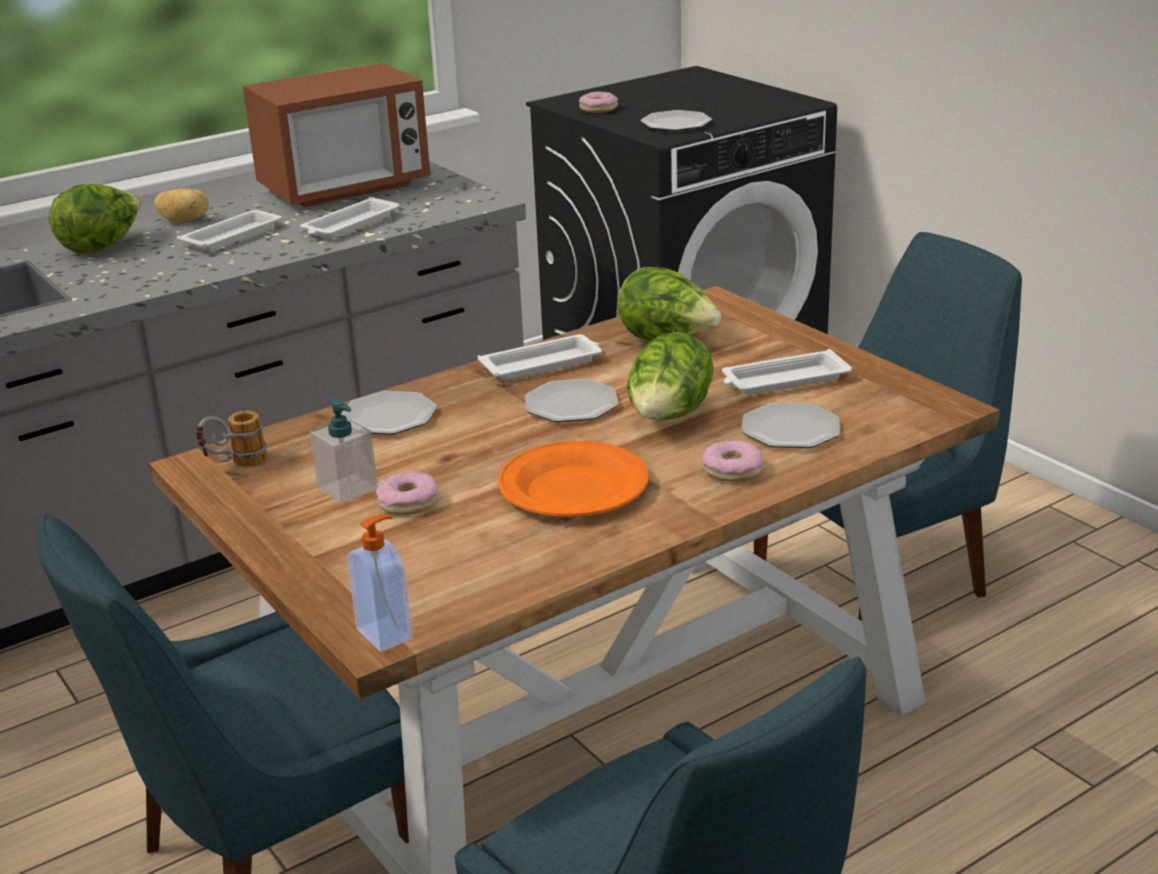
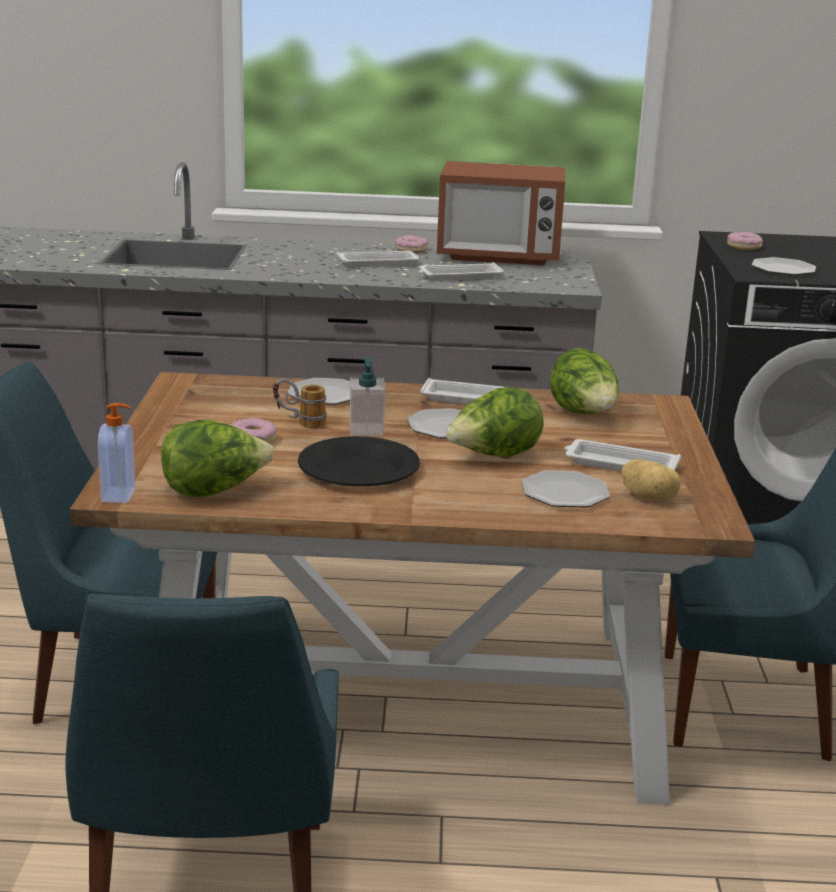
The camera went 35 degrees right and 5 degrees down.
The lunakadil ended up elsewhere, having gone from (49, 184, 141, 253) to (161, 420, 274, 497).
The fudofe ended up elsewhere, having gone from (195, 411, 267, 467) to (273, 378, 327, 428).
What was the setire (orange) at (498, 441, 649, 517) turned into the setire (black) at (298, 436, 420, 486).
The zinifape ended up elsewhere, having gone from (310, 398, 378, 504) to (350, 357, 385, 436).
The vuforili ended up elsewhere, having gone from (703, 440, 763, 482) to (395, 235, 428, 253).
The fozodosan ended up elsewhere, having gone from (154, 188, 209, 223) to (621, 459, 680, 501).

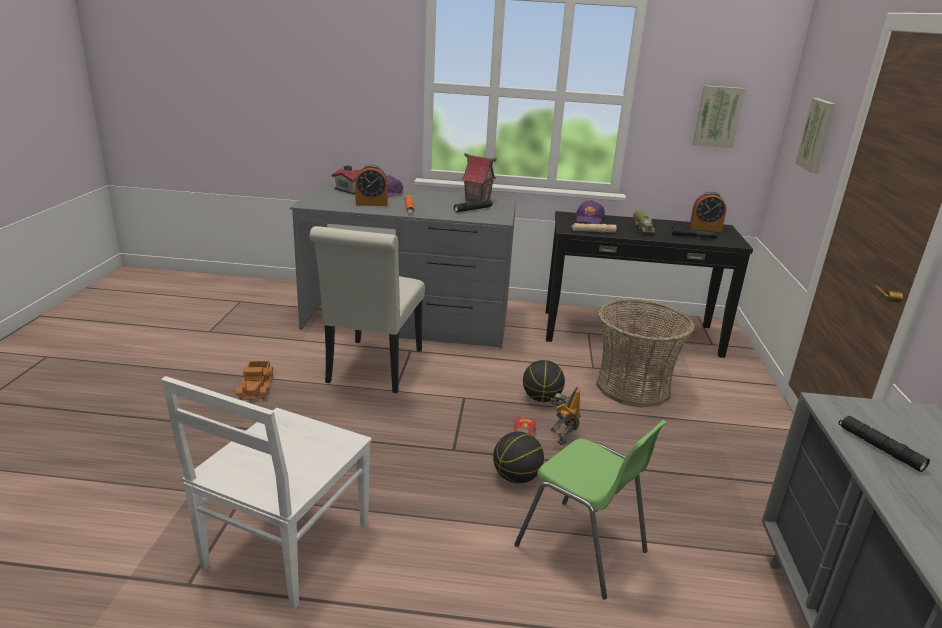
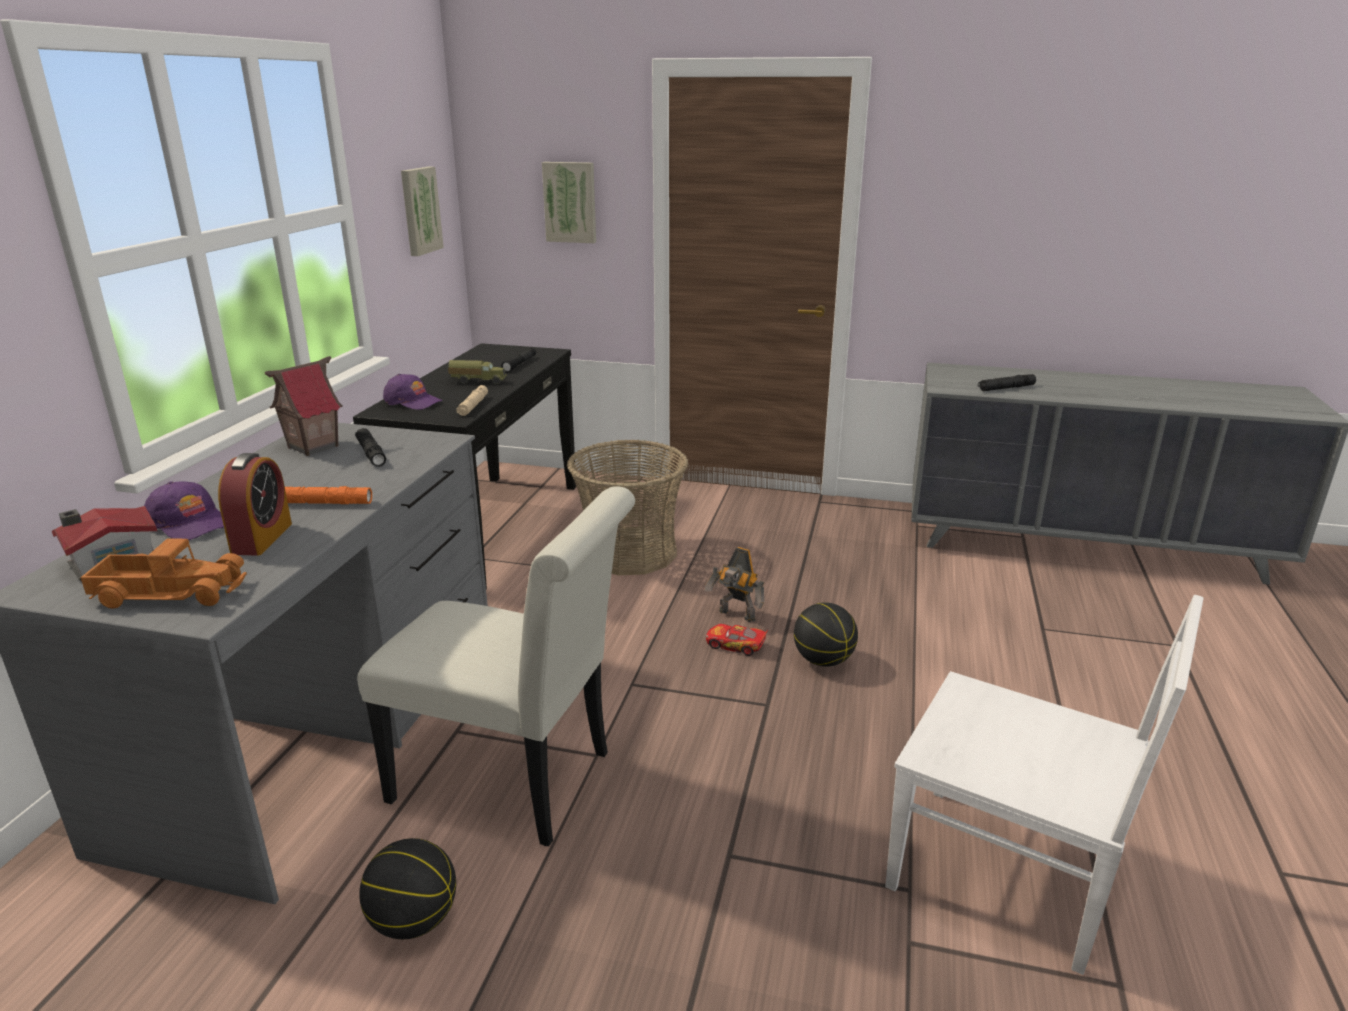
The camera went 80 degrees left and 0 degrees up.
The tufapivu ended up elsewhere, having gone from (236, 361, 273, 400) to (81, 539, 247, 609).
The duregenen ended up elsewhere, having gone from (523, 360, 565, 402) to (359, 838, 456, 939).
The second view lost the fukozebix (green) at (514, 420, 667, 600).
The second view lost the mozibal at (690, 192, 726, 232).

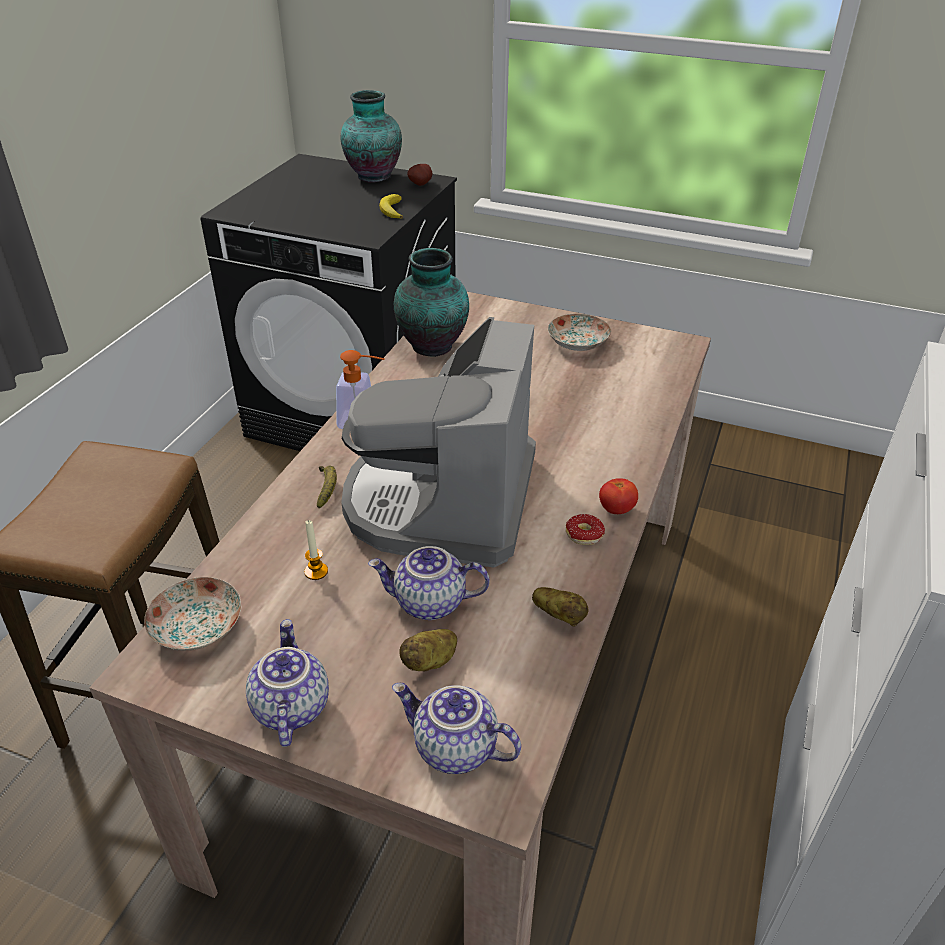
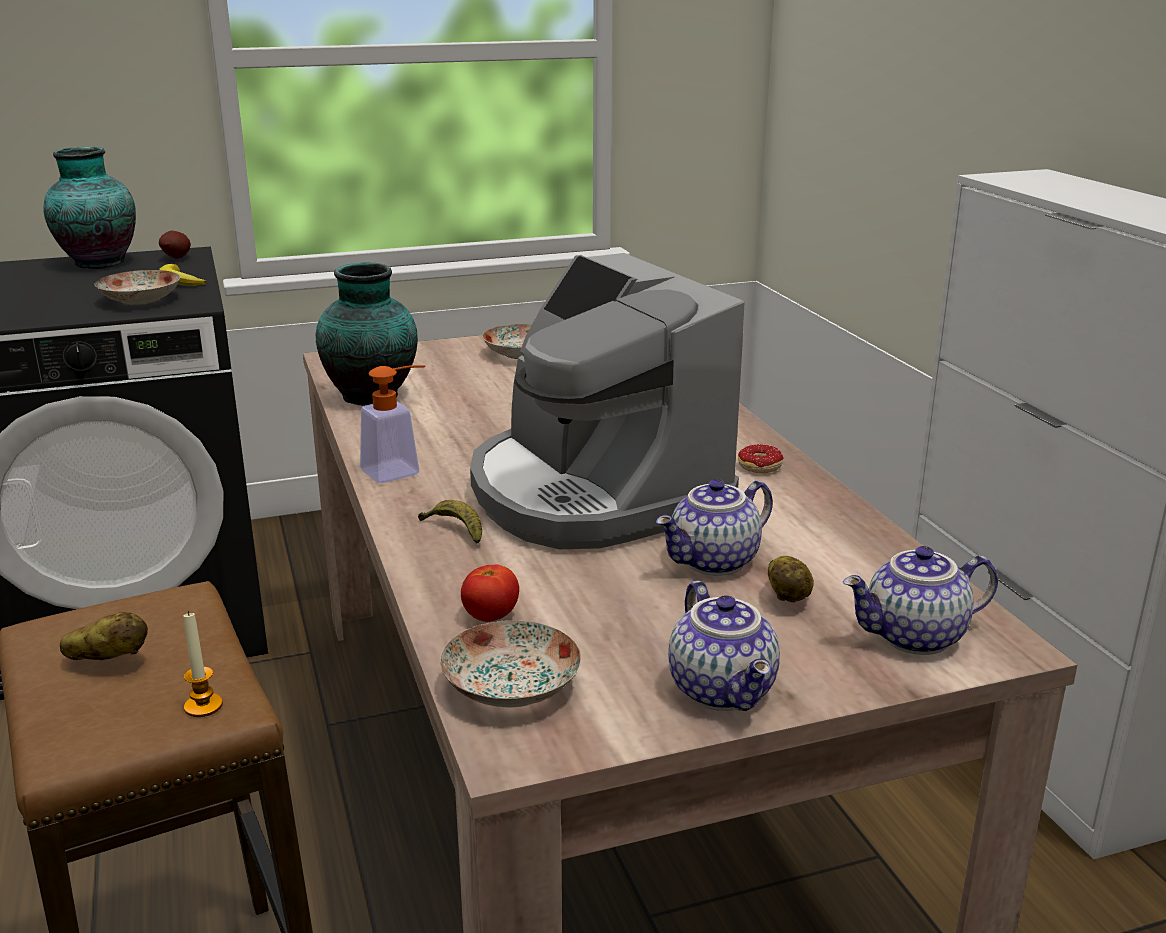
The camera went 40 degrees left and 15 degrees down.
The fozodosan ended up elsewhere, having gone from (532, 587, 588, 627) to (60, 612, 148, 660).
The second view gained the setire at (95, 270, 180, 305).
The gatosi ended up elsewhere, having gone from (304, 520, 328, 580) to (183, 611, 223, 717).
The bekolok ended up elsewhere, having gone from (599, 478, 638, 514) to (461, 564, 519, 622).
The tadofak at (246, 619, 329, 747) ended up facing another way, 150 degrees counterclockwise from before.

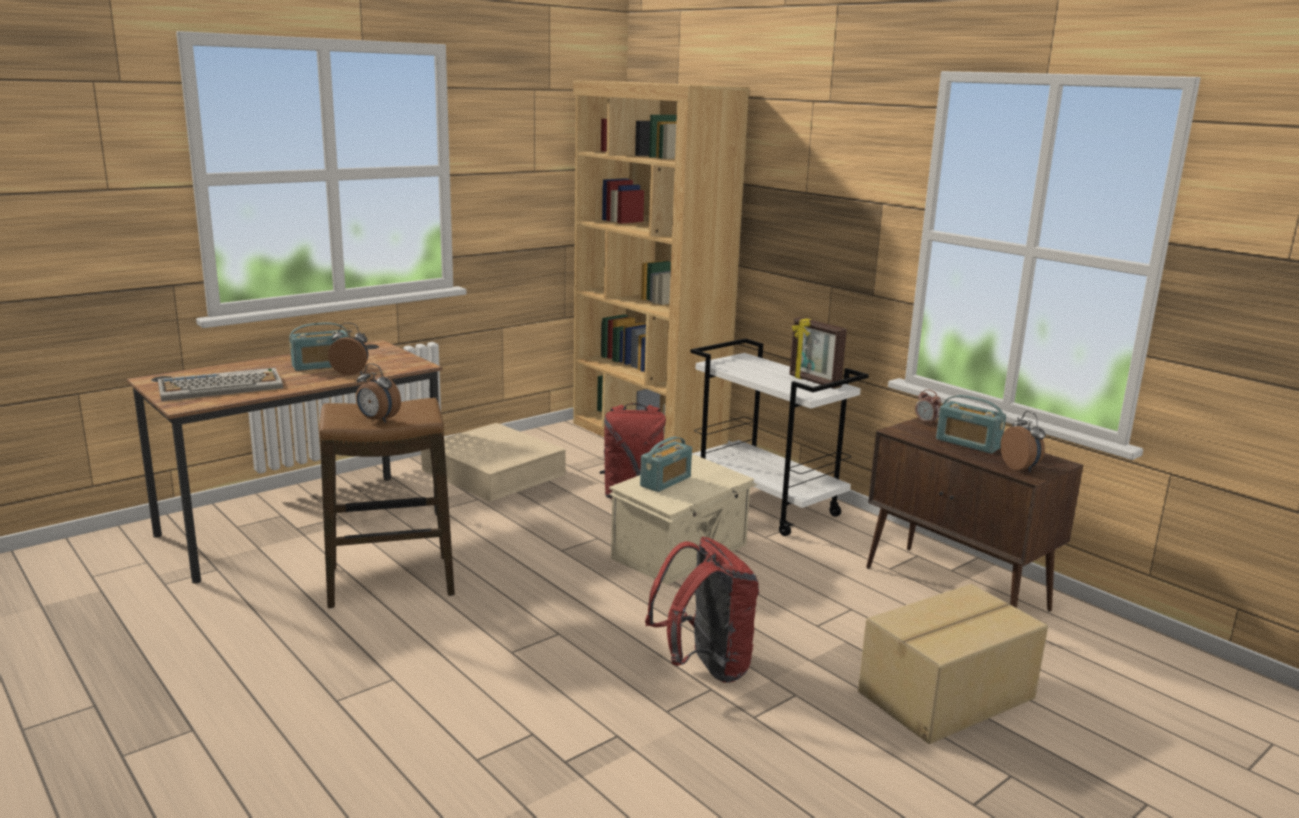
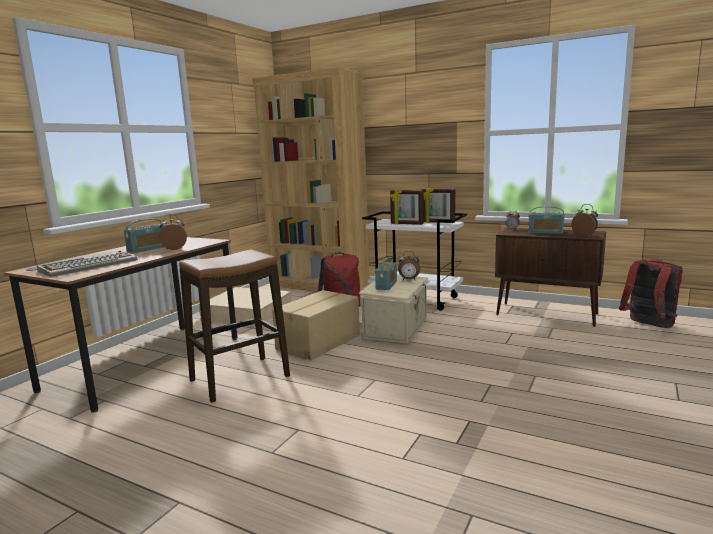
The camera went 20 degrees left and 5 degrees down.
The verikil ended up elsewhere, having gone from (858, 584, 1048, 744) to (272, 290, 360, 360).
The second view gained the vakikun at (390, 189, 424, 225).
The mozibal ended up elsewhere, having gone from (356, 363, 401, 423) to (398, 251, 420, 280).
The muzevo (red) ended up elsewhere, having gone from (645, 537, 759, 683) to (619, 259, 683, 328).

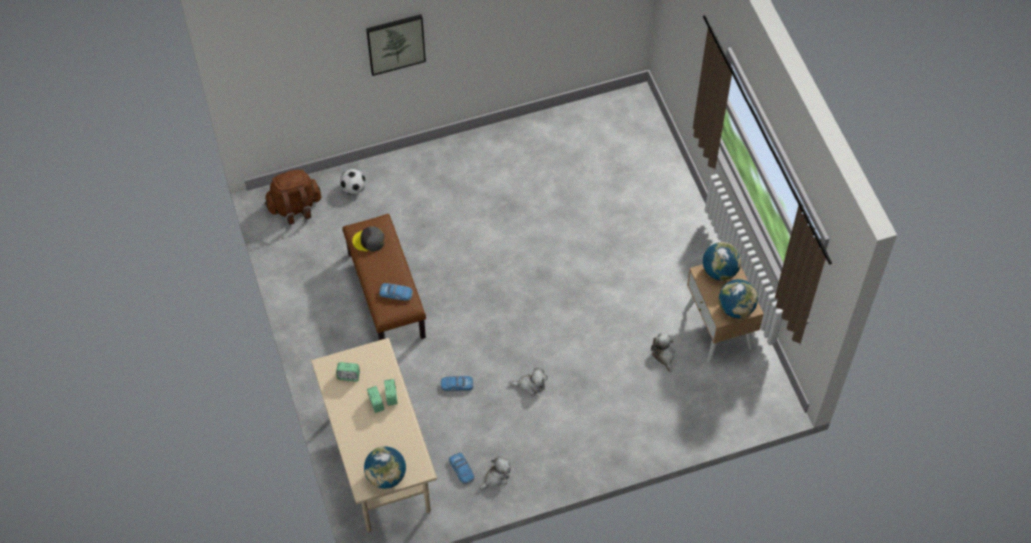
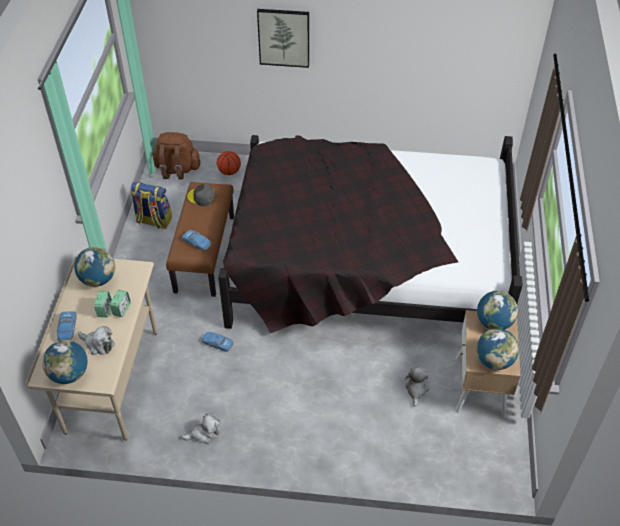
The camera went 25 degrees right and 10 degrees down.
The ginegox ended up elsewhere, having gone from (449, 453, 474, 484) to (57, 311, 77, 341).
Where the mozibal stood at (336, 362, 360, 382), the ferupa came to stand at (74, 247, 115, 287).
The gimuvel ended up elsewhere, having gone from (509, 368, 548, 396) to (78, 326, 115, 355).
The second view gained the muzevo at (131, 182, 172, 229).
Where the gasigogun stood at (340, 169, 366, 195), the duregenen came to stand at (217, 151, 241, 175).
The second view gained the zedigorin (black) at (218, 135, 523, 333).

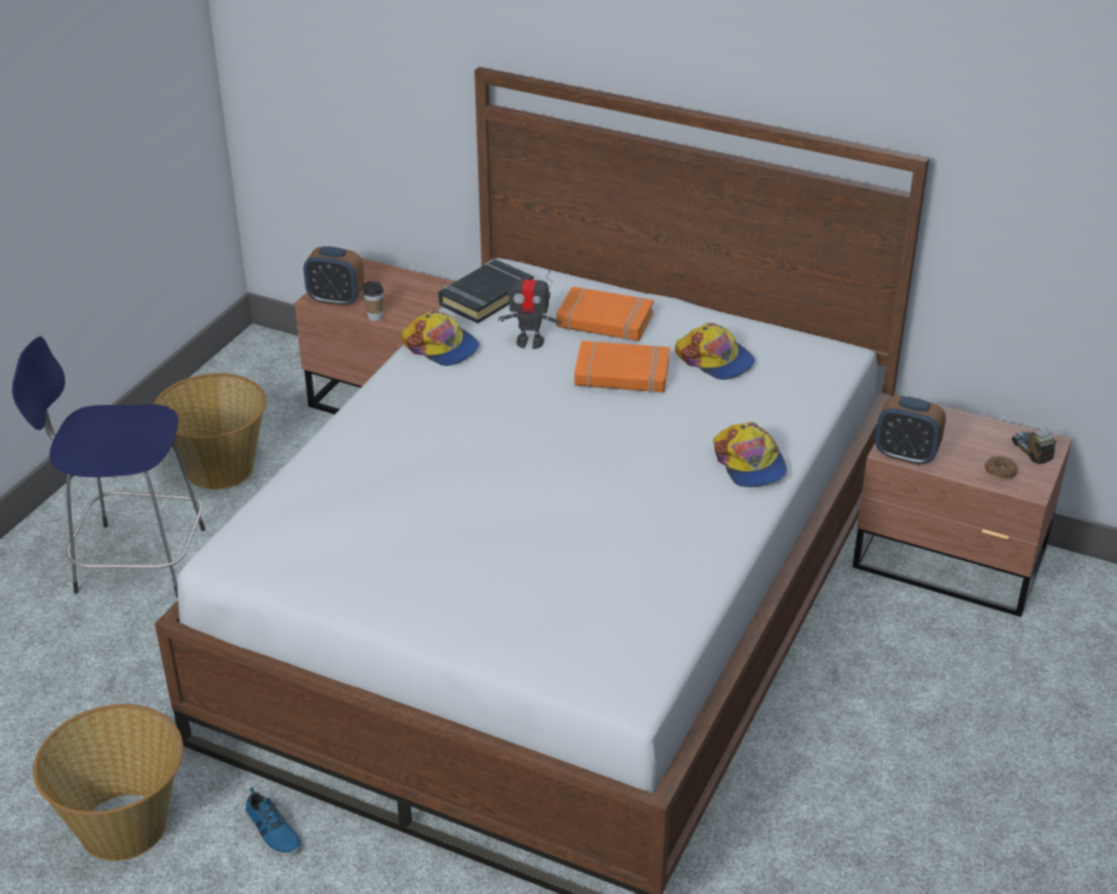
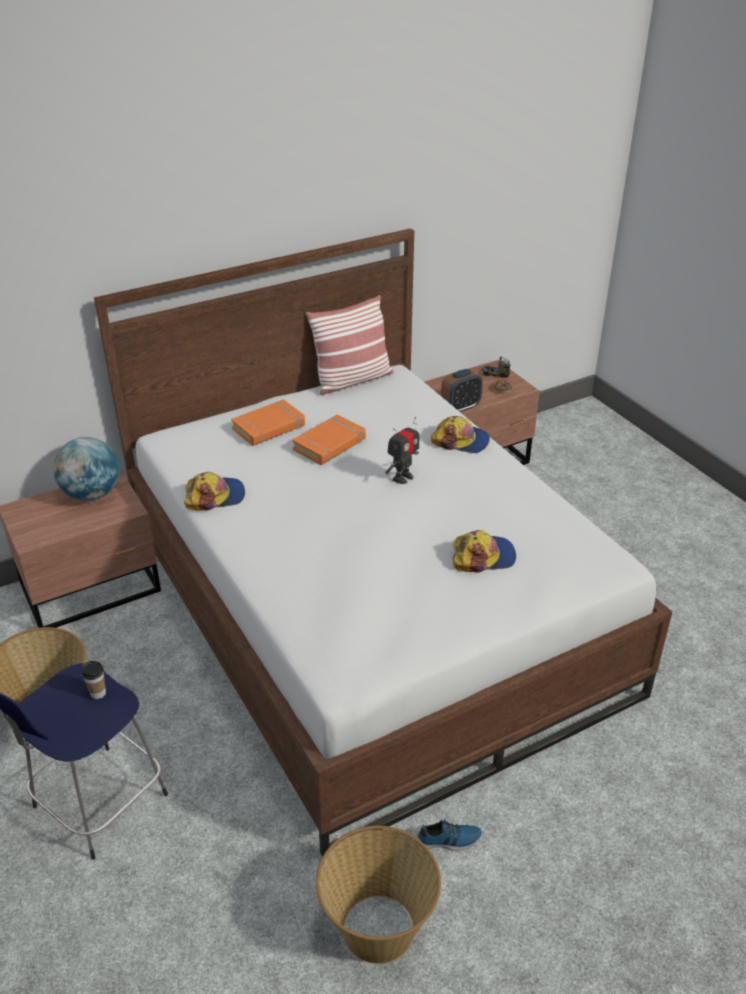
The camera went 55 degrees left and 0 degrees up.
The second view gained the ferupa at (53, 437, 120, 501).
The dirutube ended up elsewhere, having gone from (363, 281, 384, 321) to (82, 661, 106, 699).
The second view gained the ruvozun at (306, 295, 393, 395).
The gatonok ended up elsewhere, having gone from (498, 267, 562, 349) to (385, 417, 419, 484).
The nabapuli ended up elsewhere, having gone from (675, 323, 755, 380) to (452, 530, 516, 573).
The second view lost the mozibal at (304, 247, 364, 307).
The second view lost the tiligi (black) at (438, 259, 534, 324).

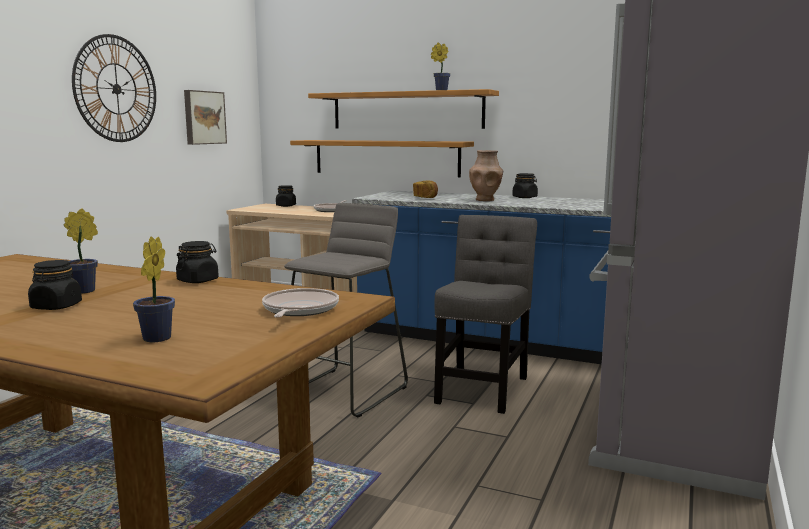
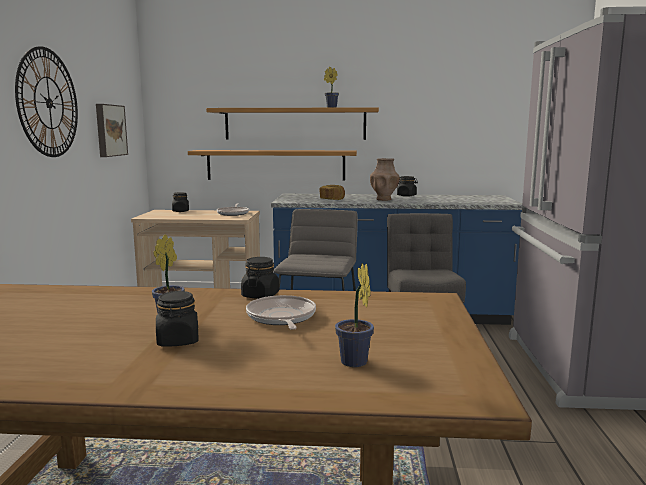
The camera went 20 degrees left and 0 degrees up.
The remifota ended up elsewhere, having gone from (262, 288, 339, 318) to (246, 295, 316, 330).

